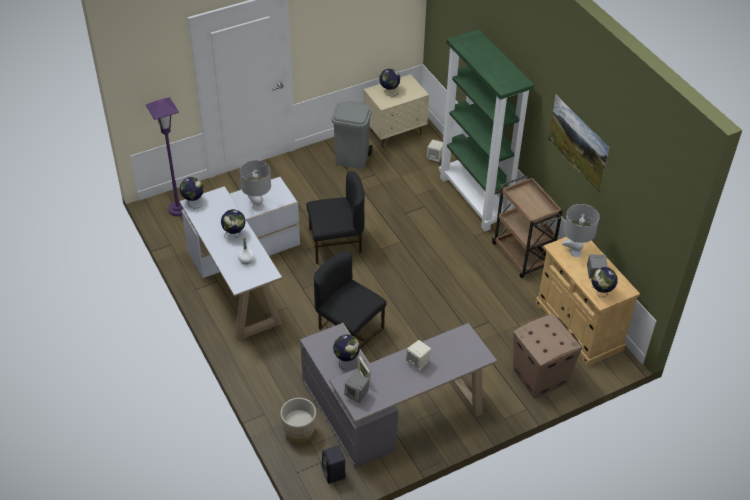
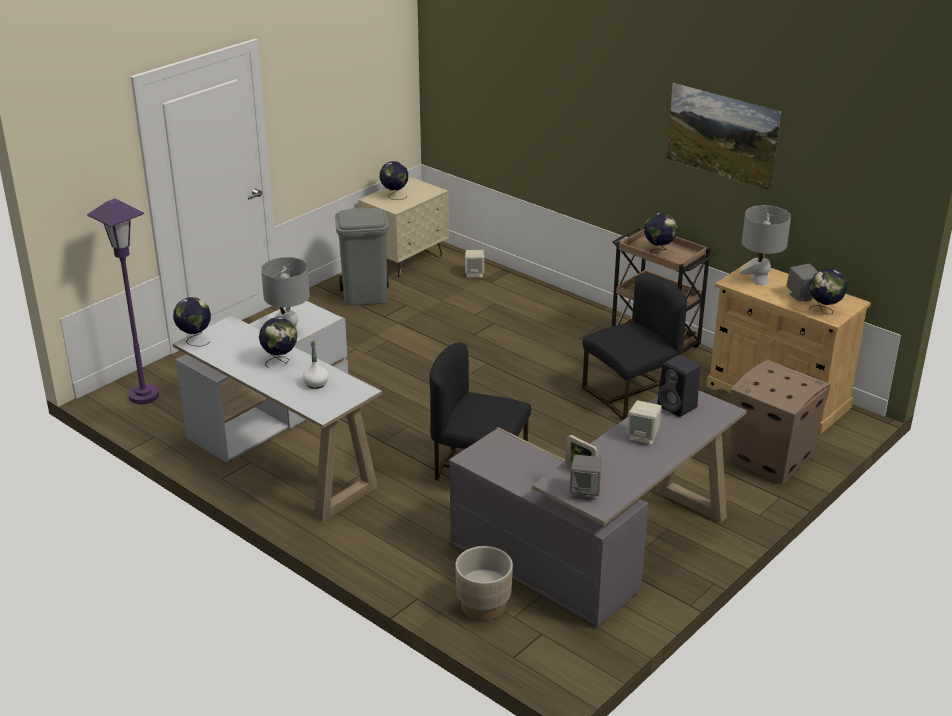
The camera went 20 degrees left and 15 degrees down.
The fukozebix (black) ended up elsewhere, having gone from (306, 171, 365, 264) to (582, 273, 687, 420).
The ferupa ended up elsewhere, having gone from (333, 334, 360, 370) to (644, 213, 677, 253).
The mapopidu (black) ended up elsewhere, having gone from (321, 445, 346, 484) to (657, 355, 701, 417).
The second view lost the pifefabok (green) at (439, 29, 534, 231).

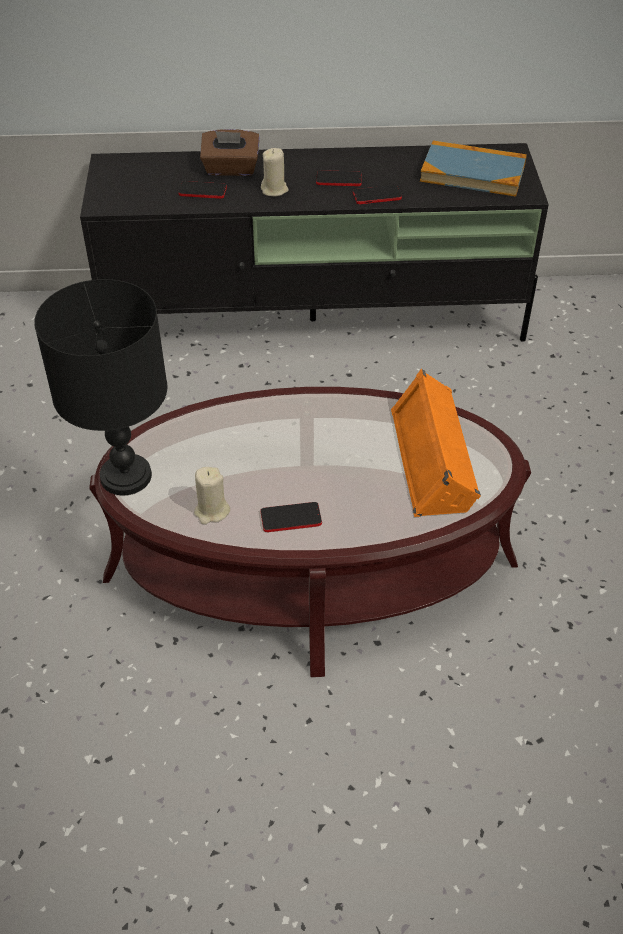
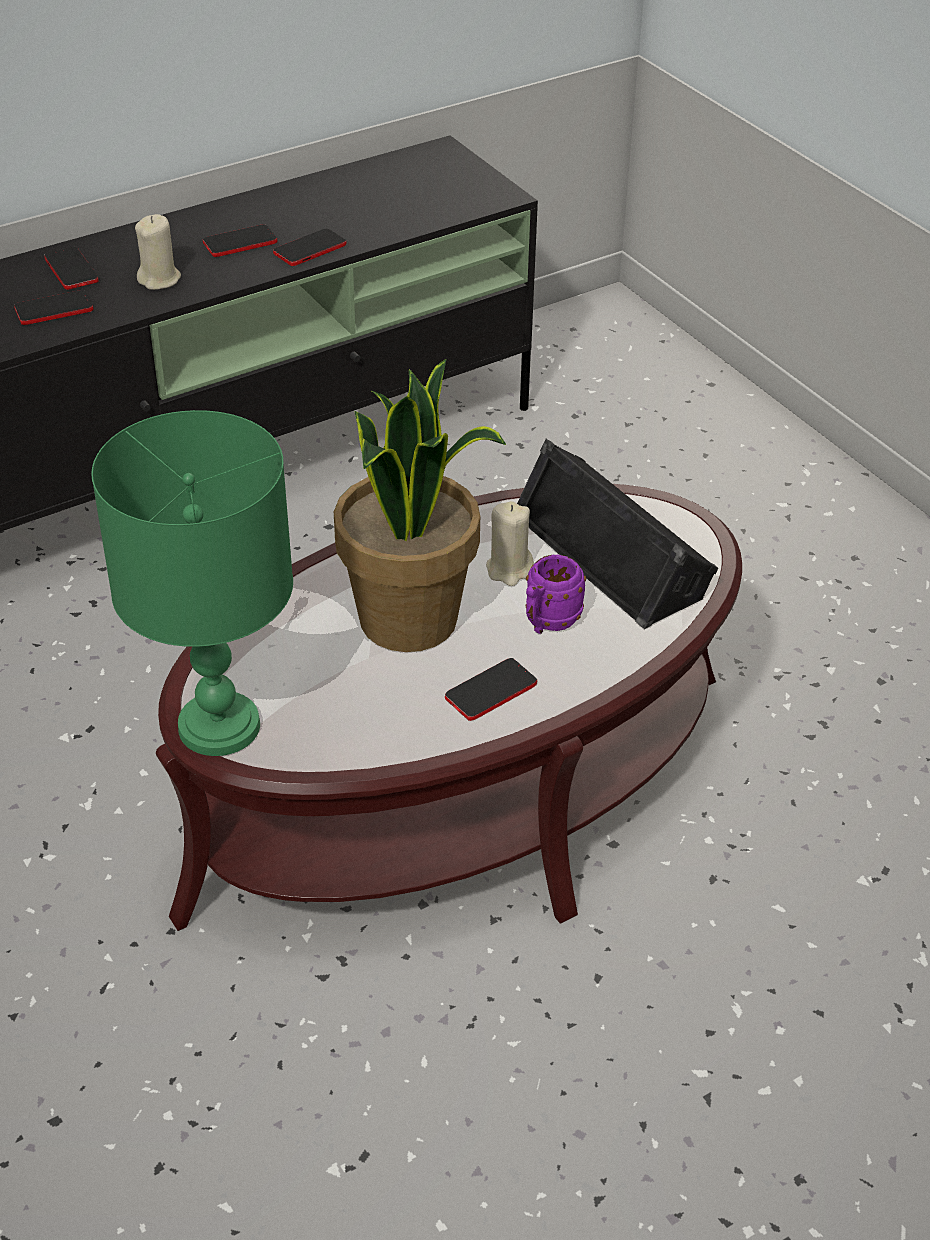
The camera went 30 degrees left and 5 degrees down.
Where the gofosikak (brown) stood at (200, 129, 260, 176), the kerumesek came to stand at (44, 247, 98, 290).
What was the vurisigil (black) at (34, 279, 168, 495) turned into the vurisigil (green) at (91, 410, 293, 756).
The second view gained the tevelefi at (334, 359, 506, 652).
The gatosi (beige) ended up elsewhere, having gone from (194, 467, 230, 524) to (486, 501, 534, 586).
What was the mapopidu (orange) at (391, 369, 481, 517) turned into the mapopidu (black) at (517, 439, 718, 629).
The second view gained the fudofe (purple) at (526, 554, 586, 634).
The second view lost the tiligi at (420, 141, 527, 197).

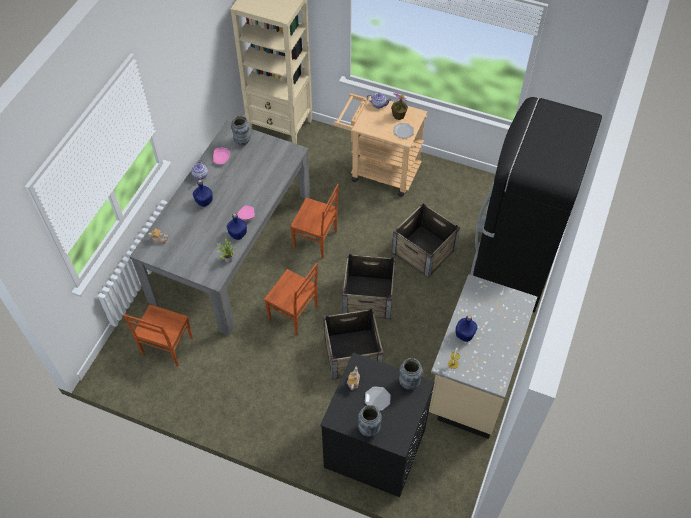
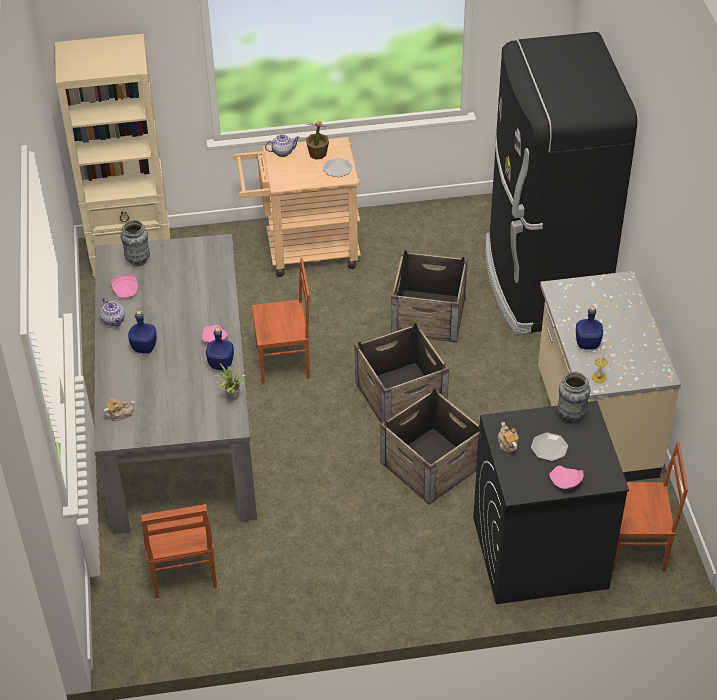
The camera went 30 degrees left and 10 degrees down.
Where the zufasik stood at (358, 405, 382, 437), the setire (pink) came to stand at (549, 466, 584, 489).
The fukozebix (brown) ended up elsewhere, having gone from (264, 263, 318, 335) to (613, 441, 688, 572).

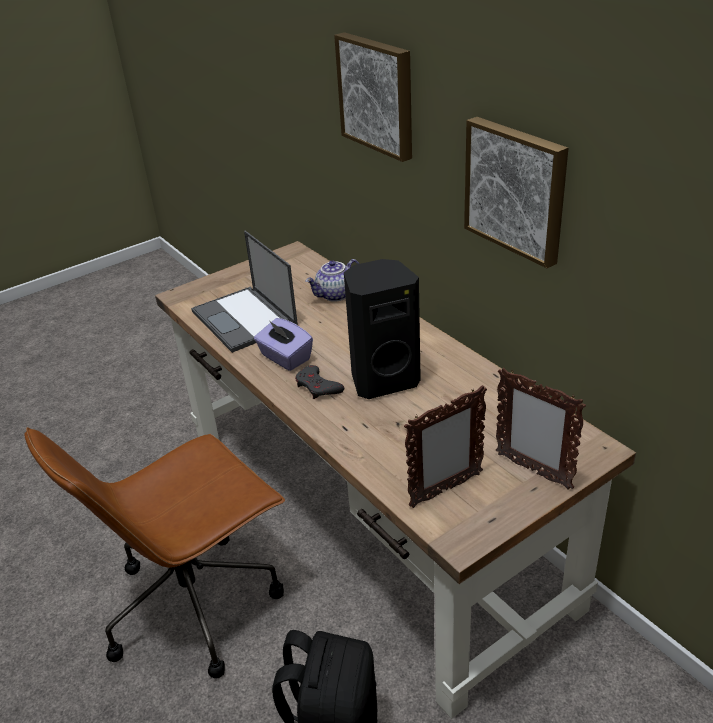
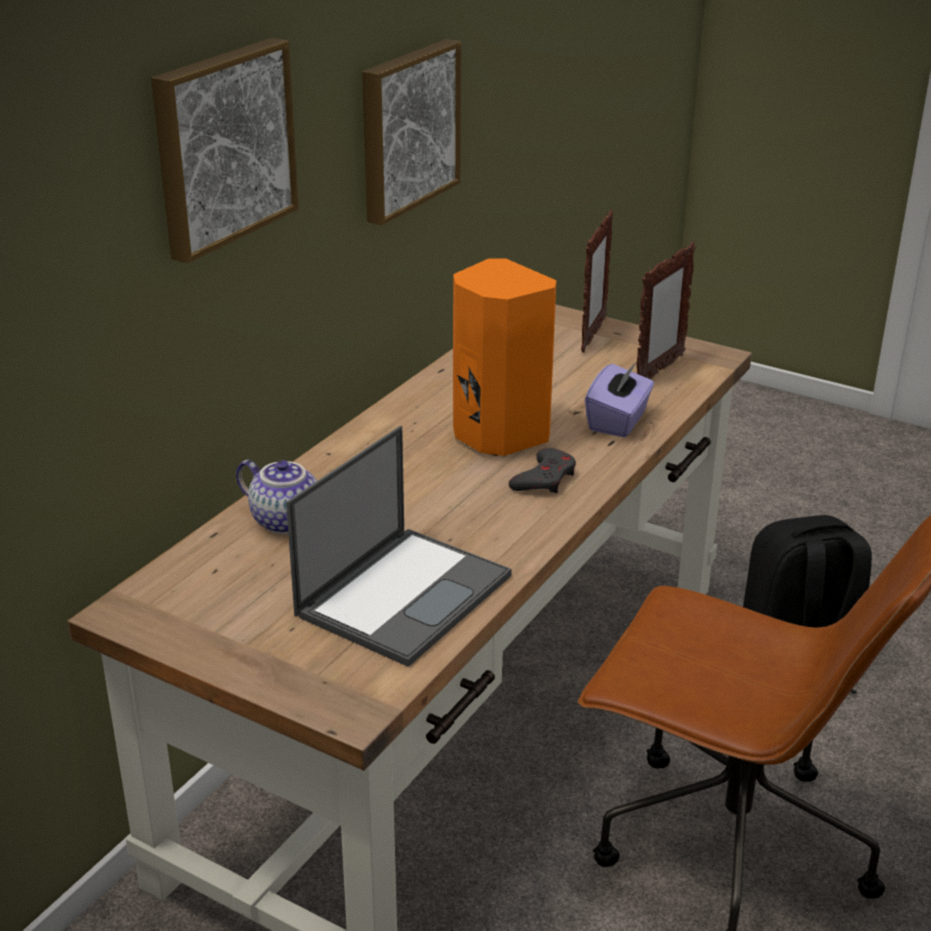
The camera went 115 degrees left and 5 degrees down.
What was the mapopidu (black) at (344, 259, 421, 399) turned into the mapopidu (orange) at (453, 258, 556, 456).
The gofosikak (purple) ended up elsewhere, having gone from (254, 318, 313, 371) to (585, 362, 654, 438).
The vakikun at (404, 385, 487, 508) ended up facing another way, 90 degrees clockwise from before.

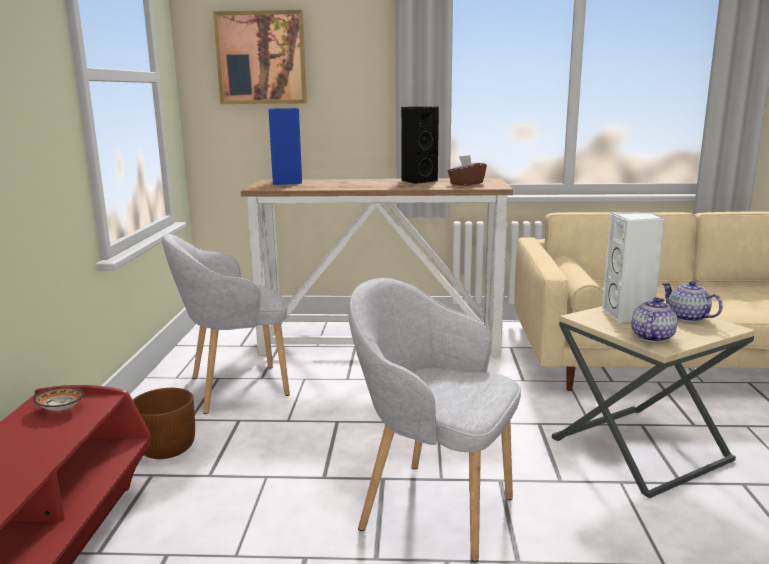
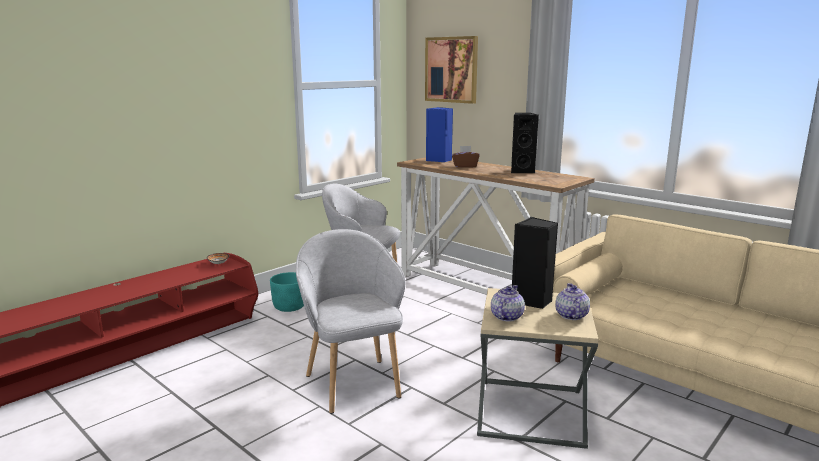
The camera went 40 degrees right and 0 degrees up.
What was the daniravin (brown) at (133, 388, 195, 459) turned into the daniravin (turquoise) at (270, 272, 304, 312).
The gofosikak (brown) ended up elsewhere, having gone from (448, 155, 487, 186) to (452, 146, 480, 168).
The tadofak at (631, 297, 677, 342) ended up facing another way, 45 degrees counterclockwise from before.
What was the mapopidu (white) at (602, 212, 665, 323) turned into the mapopidu (black) at (512, 217, 558, 309).

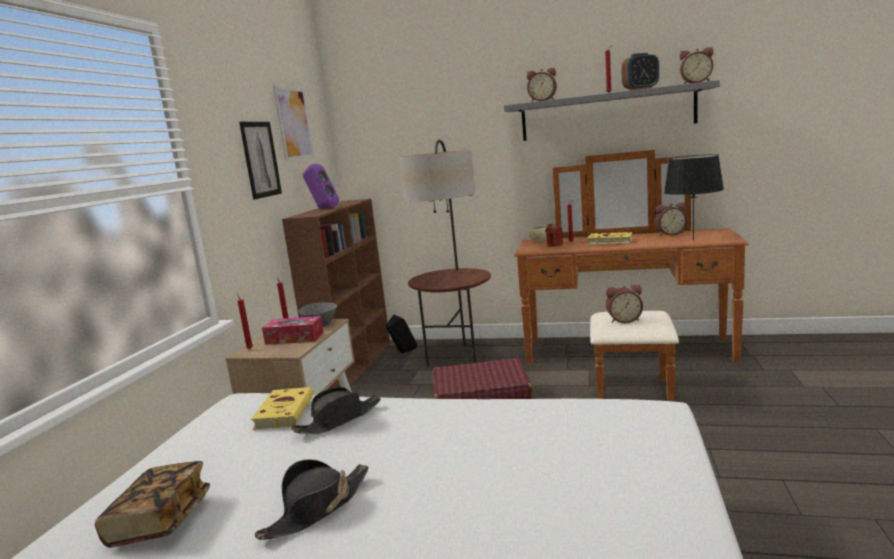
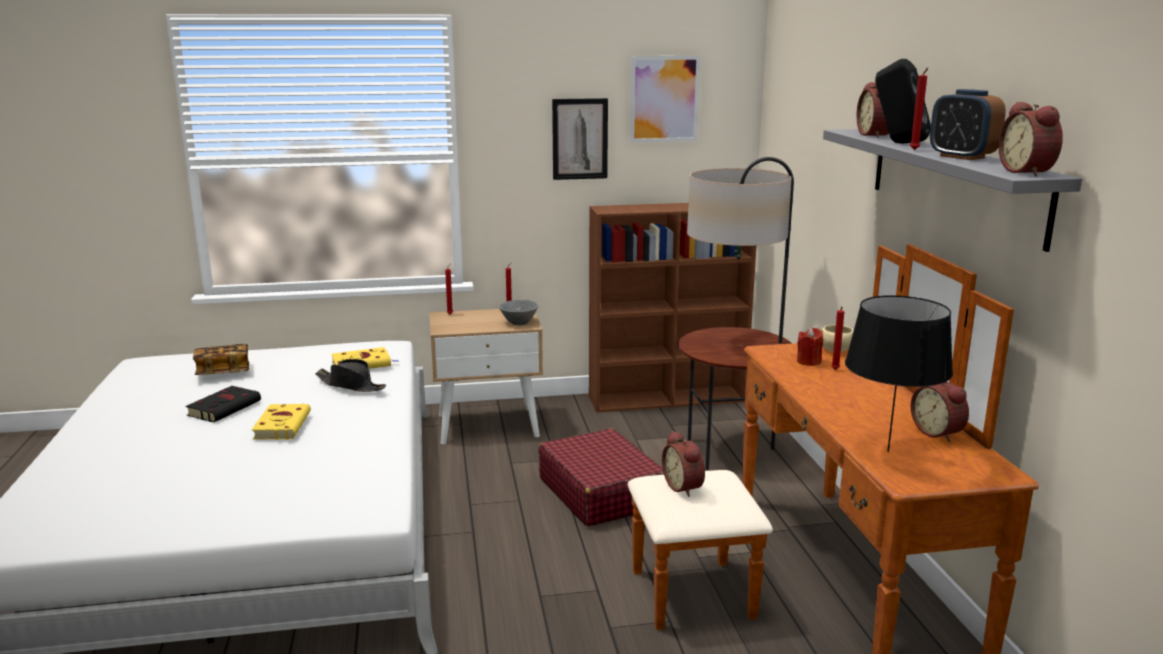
The camera went 65 degrees right and 5 degrees up.
Where the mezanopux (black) stood at (255, 459, 369, 540), the tiligi (black) came to stand at (186, 386, 261, 422).
The tiligi (yellow) ended up elsewhere, having gone from (582, 232, 633, 245) to (251, 404, 311, 440).
The mapopidu (black) ended up elsewhere, having gone from (386, 315, 417, 353) to (875, 59, 931, 144).
The second view lost the gofosikak at (262, 316, 324, 345).
The second view lost the mapopidu (purple) at (303, 164, 339, 209).

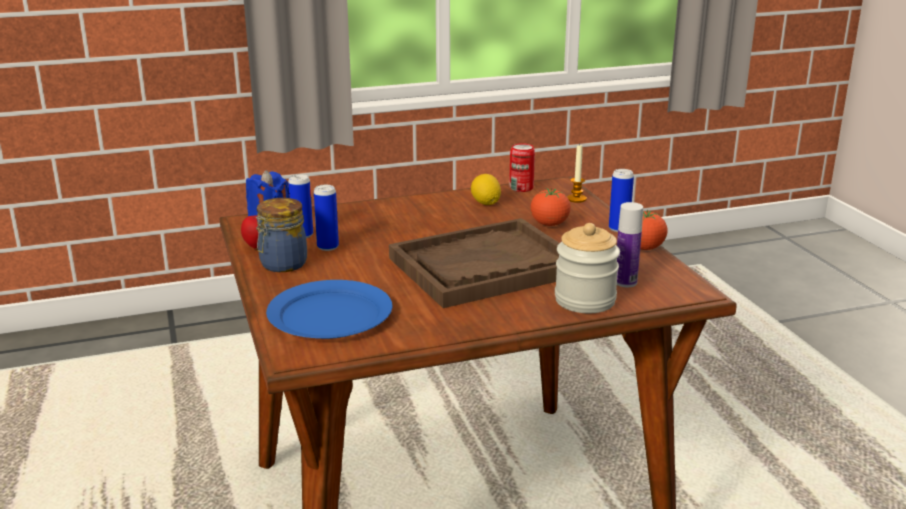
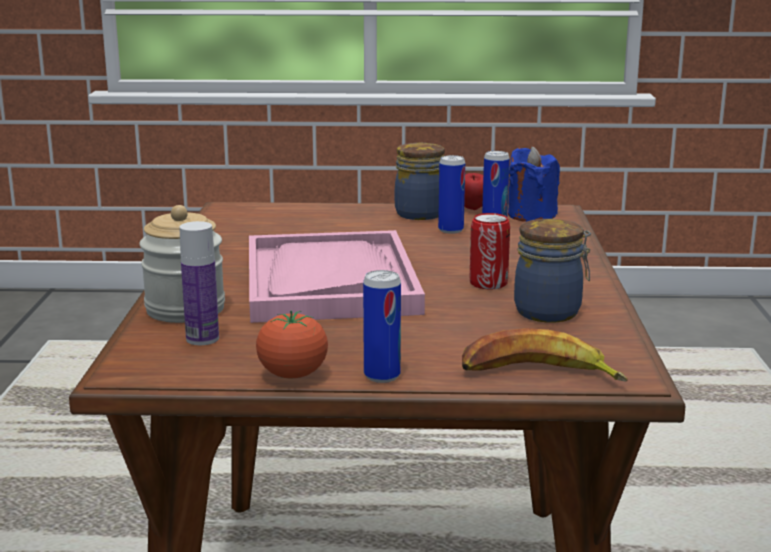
The camera went 110 degrees right and 5 degrees down.
What was the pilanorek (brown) at (389, 218, 559, 308) turned into the pilanorek (pink) at (249, 230, 425, 323).
Where the gatosi stood at (567, 145, 587, 203), the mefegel came to stand at (462, 328, 628, 382).
The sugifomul ended up elsewhere, having gone from (509, 143, 535, 192) to (470, 213, 510, 289).
Where the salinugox stood at (471, 174, 501, 205), the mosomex came to stand at (514, 219, 591, 322).
The second view lost the setire (blue) at (266, 280, 393, 339).
The second view lost the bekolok at (530, 188, 571, 226).

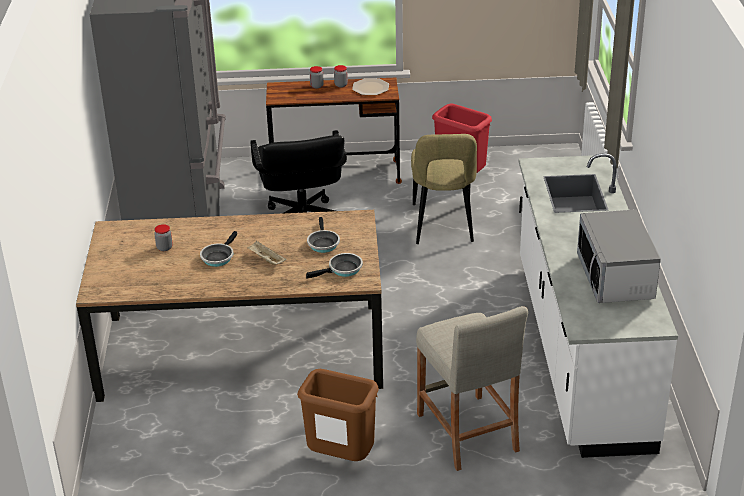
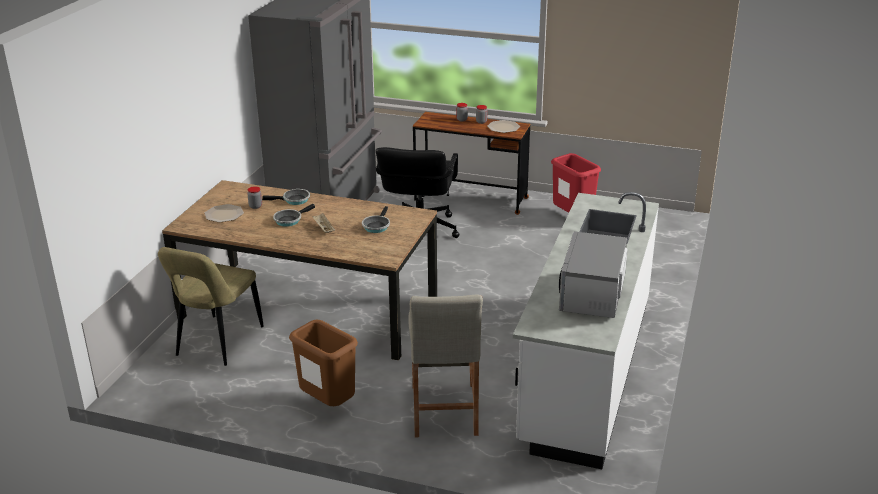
The camera went 20 degrees right and 5 degrees down.
The fukozebix (beige) ended up elsewhere, having gone from (411, 134, 477, 244) to (158, 247, 264, 366).
The second view gained the setire at (204, 204, 244, 223).
The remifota ended up elsewhere, having gone from (306, 253, 363, 279) to (262, 189, 310, 205).

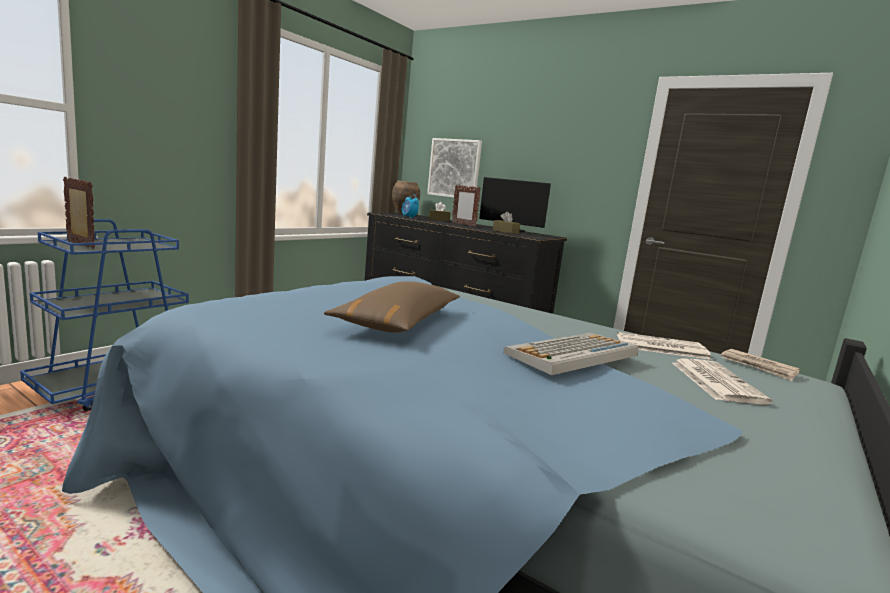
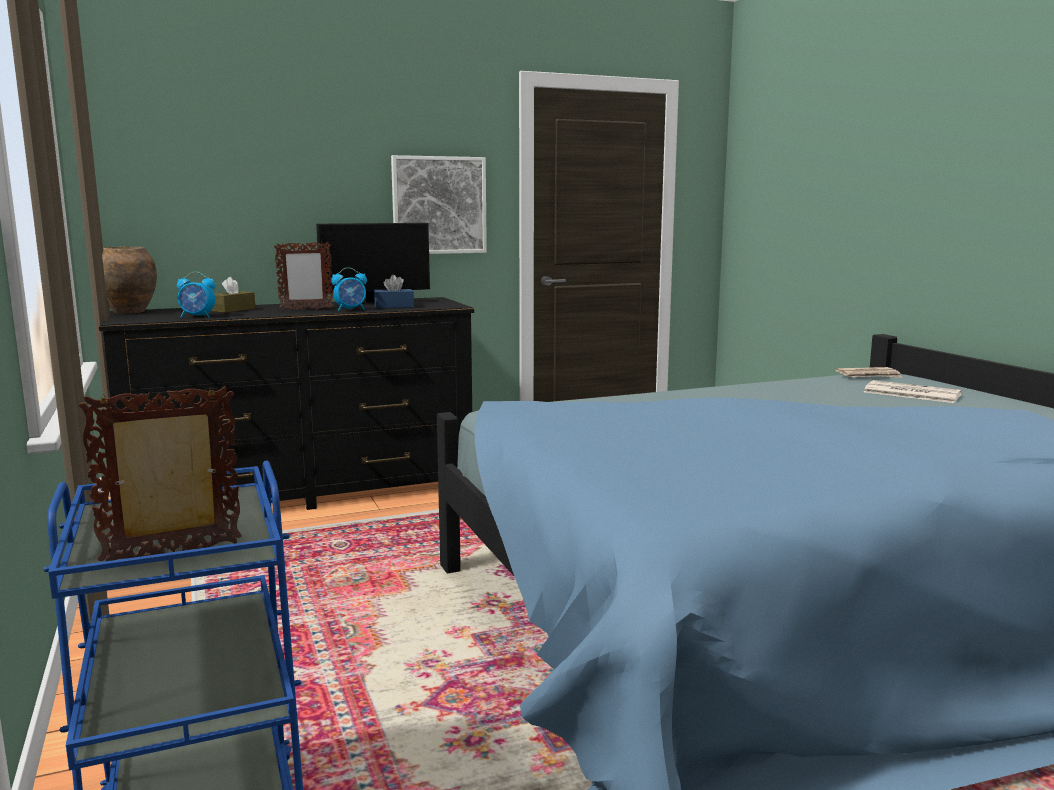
The camera went 55 degrees left and 0 degrees up.
The second view gained the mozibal at (331, 267, 367, 311).
What was the gofosikak (brown) at (493, 212, 520, 234) turned into the gofosikak (blue) at (374, 275, 414, 308).
The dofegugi ended up elsewhere, having gone from (427, 138, 482, 198) to (391, 155, 487, 254).
The second view lost the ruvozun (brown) at (324, 281, 460, 333).
The second view lost the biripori at (503, 333, 638, 375).
The second view lost the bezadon at (617, 332, 712, 360).

